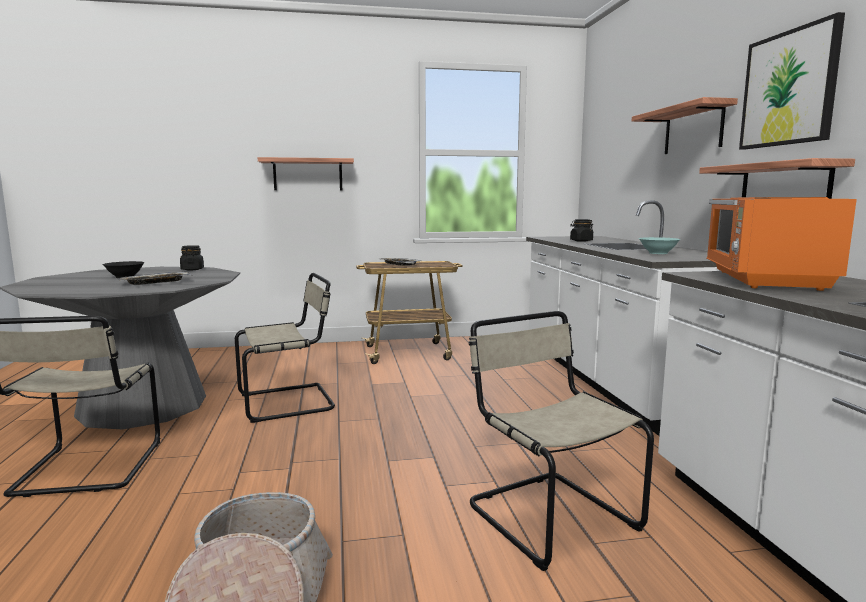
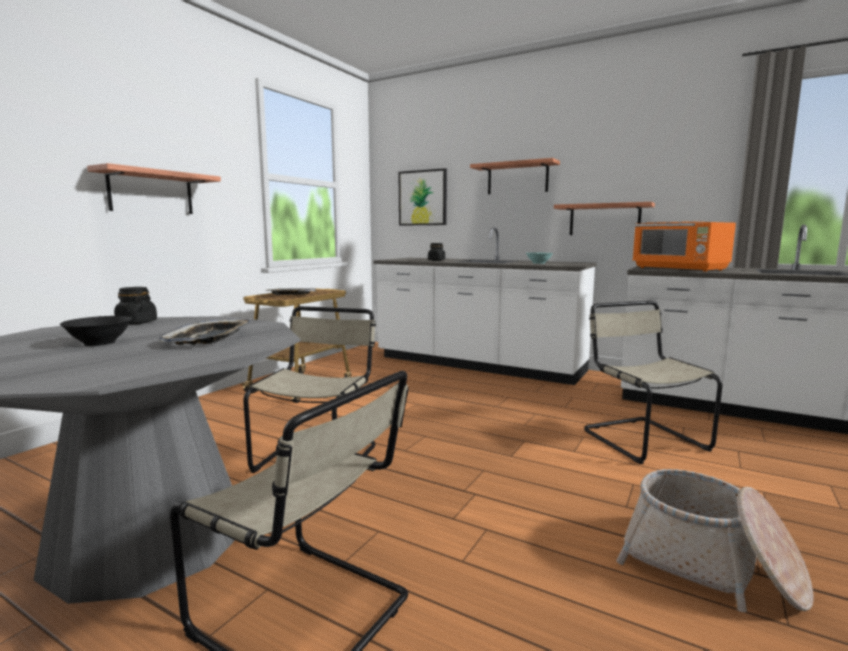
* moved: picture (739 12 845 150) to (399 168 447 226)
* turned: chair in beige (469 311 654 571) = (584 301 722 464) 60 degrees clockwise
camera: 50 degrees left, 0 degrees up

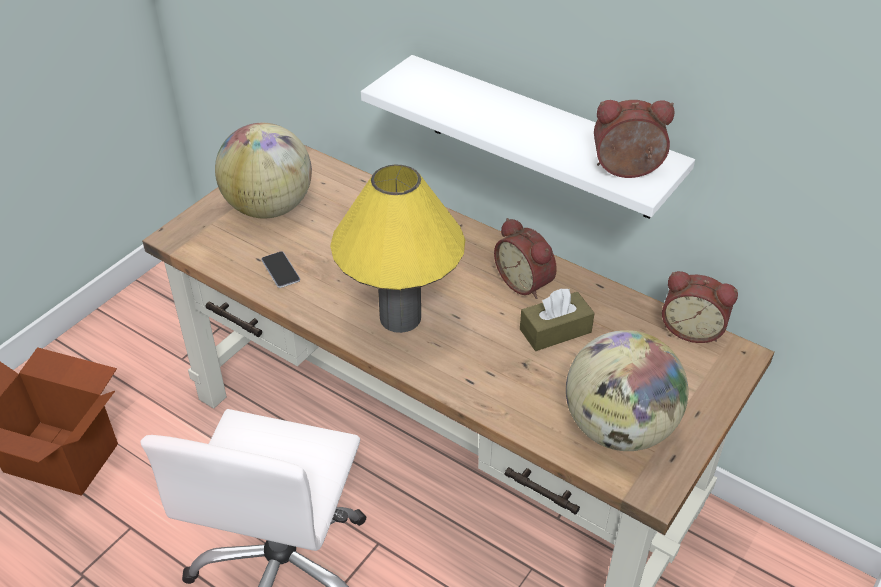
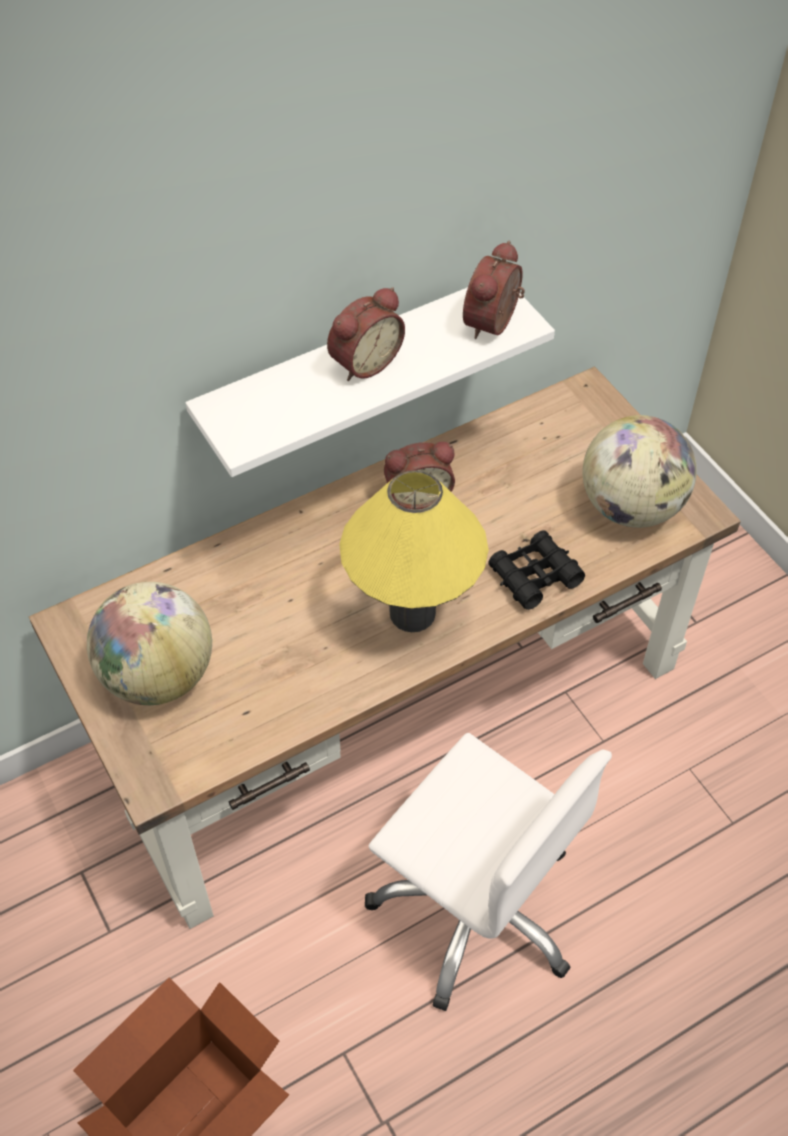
* moved: alarm clock (662 271 738 343) to (327 287 405 381)
* added: binoculars in black (488 530 585 610)
* removed: phone (261 251 300 288)
* removed: tissue box in brown (520 288 595 351)
camera: 65 degrees left, 10 degrees up

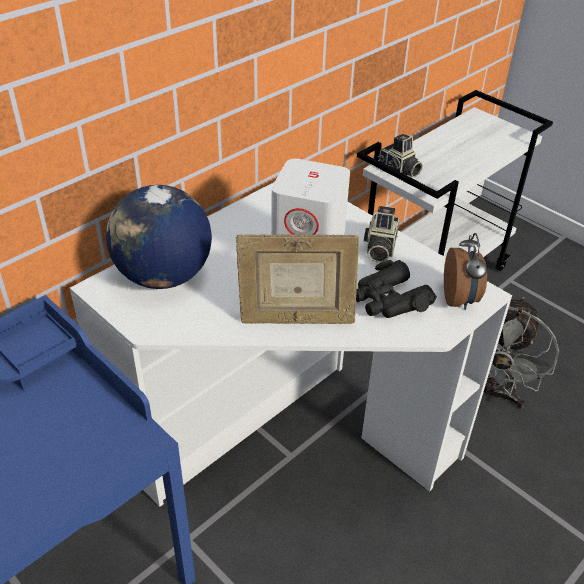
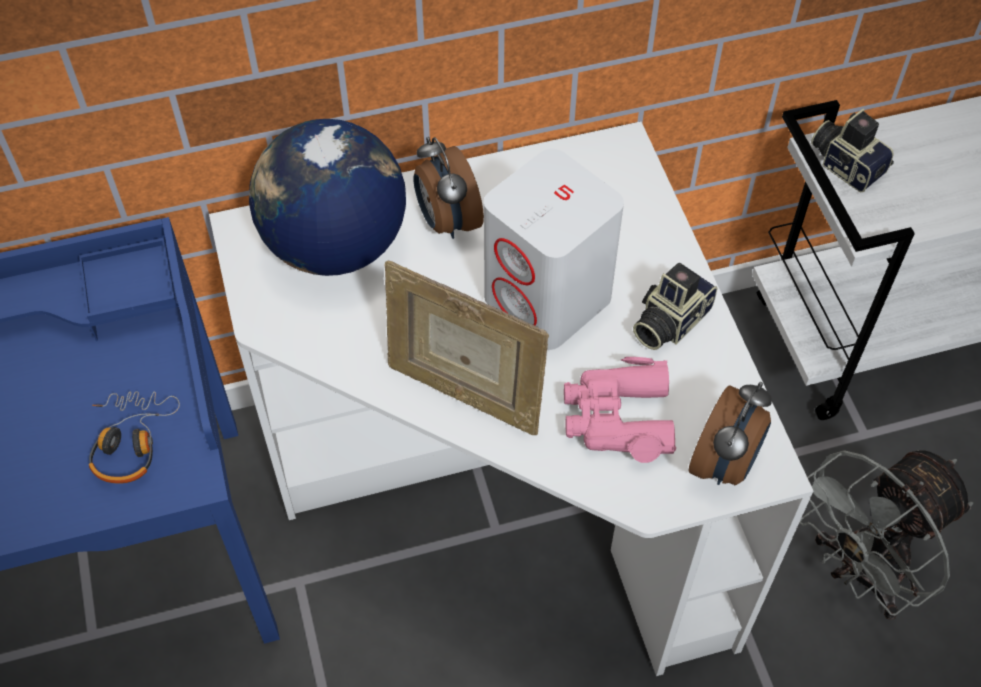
* added: headphones (89 391 180 484)
* added: alarm clock (413 137 484 239)
* recoloured: binoculars in black (356 260 437 318) to binoculars in pink (564 357 676 463)
* turned: photo camera (378 134 423 177) = (811 109 894 192) 150 degrees clockwise
camera: 30 degrees right, 15 degrees up

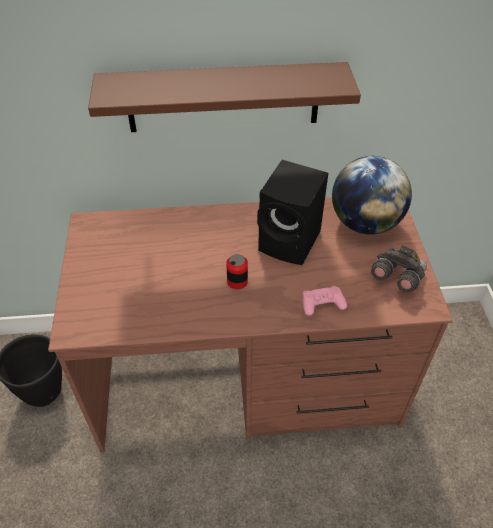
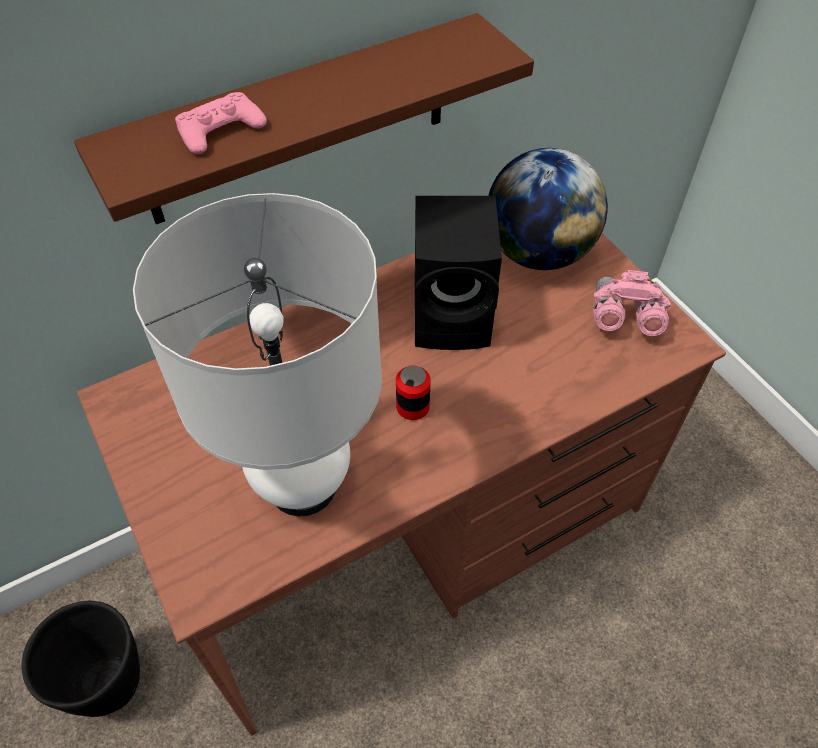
* added: table lamp in white (133 193 382 517)
* moved: game controller in pink (303 286 347 316) to (175 92 267 154)
* recoloured: binoculars in grey (371 245 427 293) to binoculars in pink (593 270 671 336)
camera: 25 degrees left, 5 degrees up

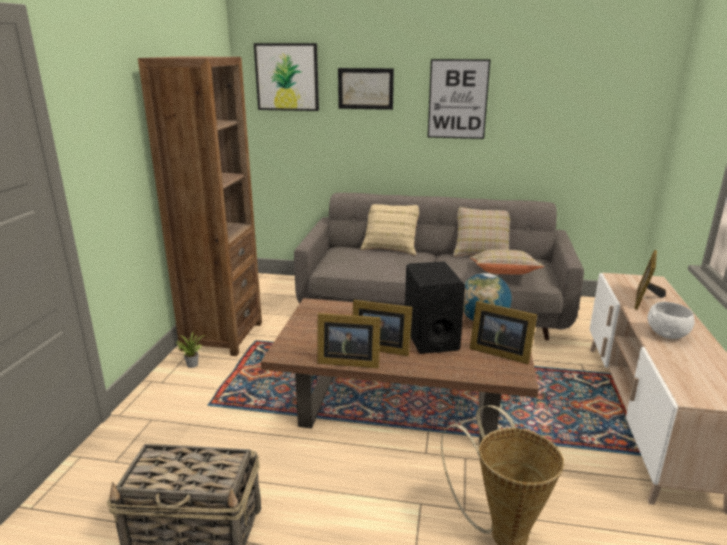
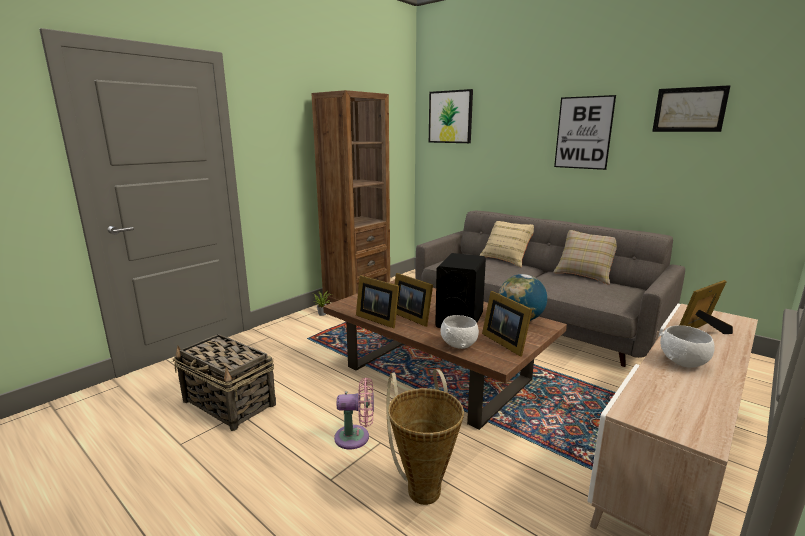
* added: fan in pink (334 378 374 450)
* added: bowl in white (441 315 479 349)
* moved: picture (338 68 394 110) to (652 85 731 132)
* removed: pillow in beige (470 249 545 275)
camera: 30 degrees right, 5 degrees down

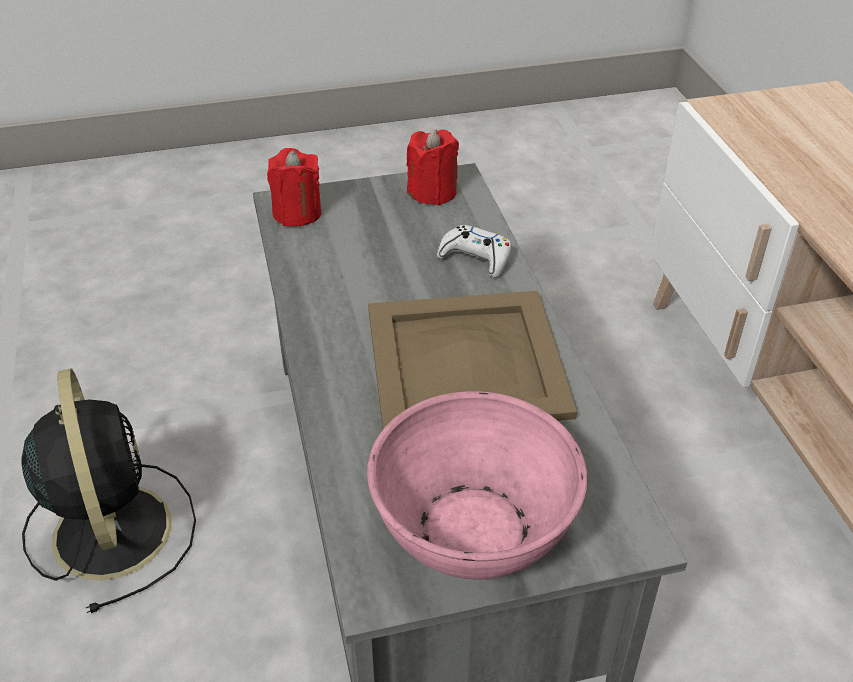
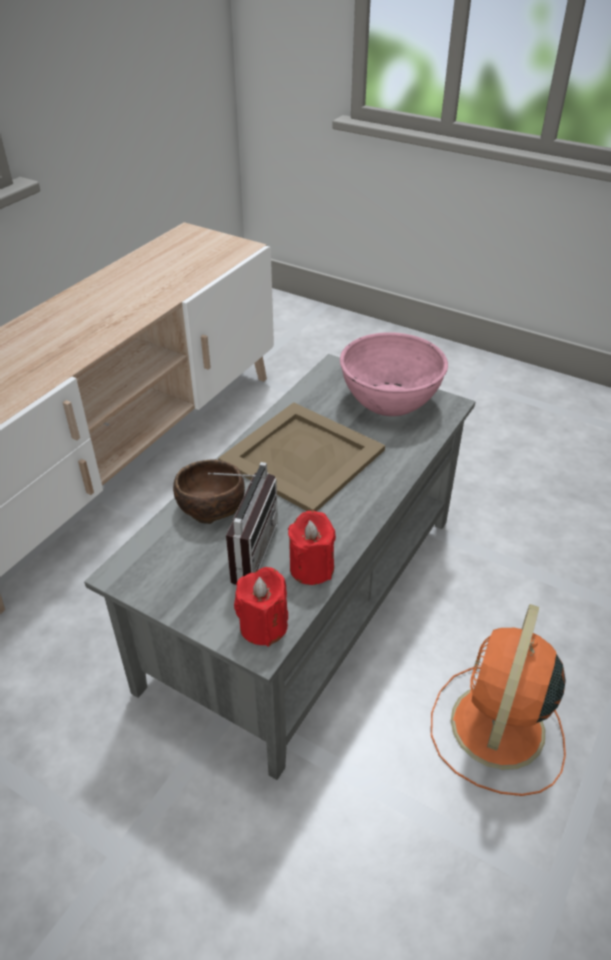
* replaced: game controller in white (437 225 511 278) to bowl in brown (173 460 245 524)
* added: radio (208 462 278 585)
* moved: candle in red (406 129 459 205) to (288 511 336 585)
* recoloured: fan in black (21 368 196 613) to fan in orange (431 604 566 796)
camera: 135 degrees left, 0 degrees up

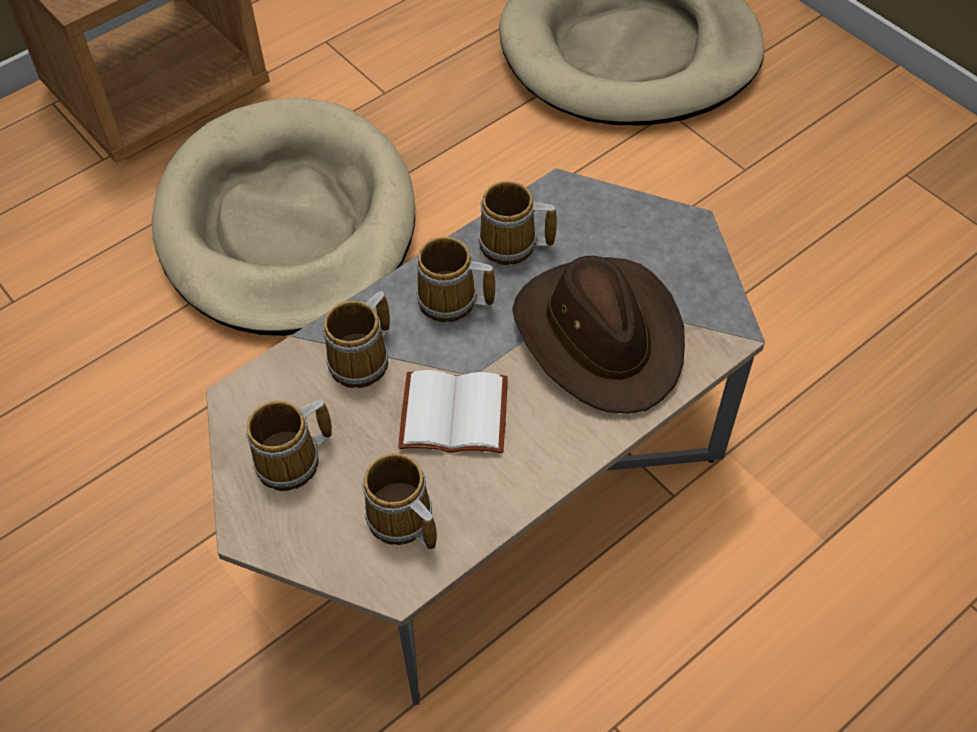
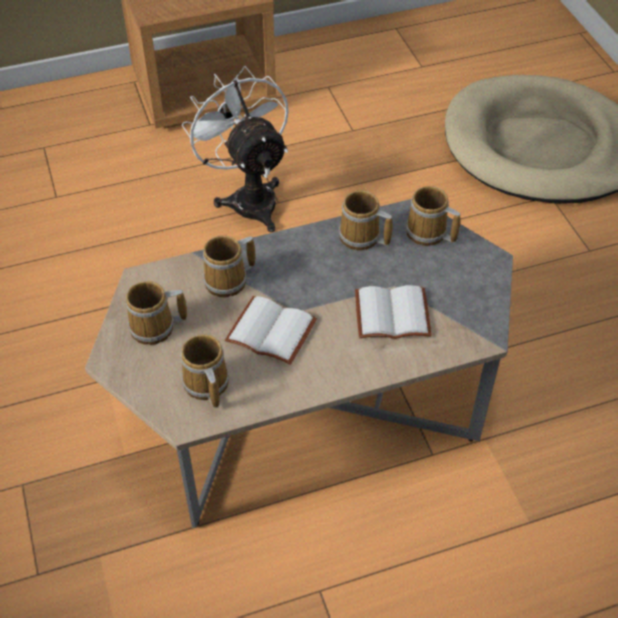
* replaced: dog bed in beige (152 97 415 336) to fan in white (182 66 289 232)
* replaced: hat in brown (512 256 685 414) to book in white (355 285 432 339)
* moved: mug (416 237 495 322) to (406 186 460 246)
camera: 20 degrees right, 5 degrees down

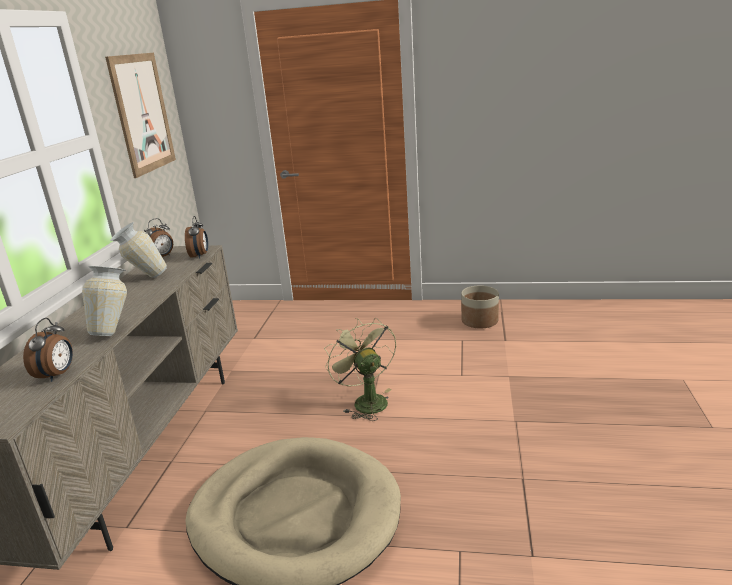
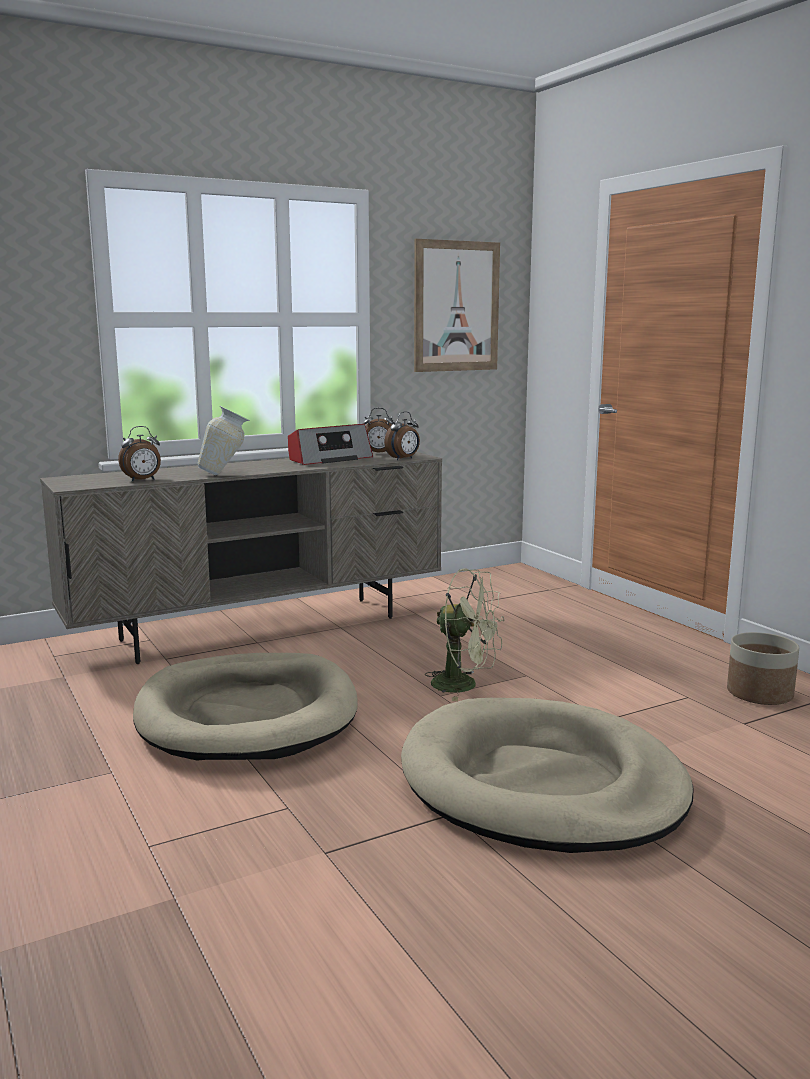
* replaced: vase (110 222 167 278) to radio (288 424 373 465)
* added: dog bed in beige (401 698 694 853)
* turned: fan in green (324 317 396 421) = (425 569 504 701) 90 degrees clockwise
camera: 50 degrees right, 10 degrees down

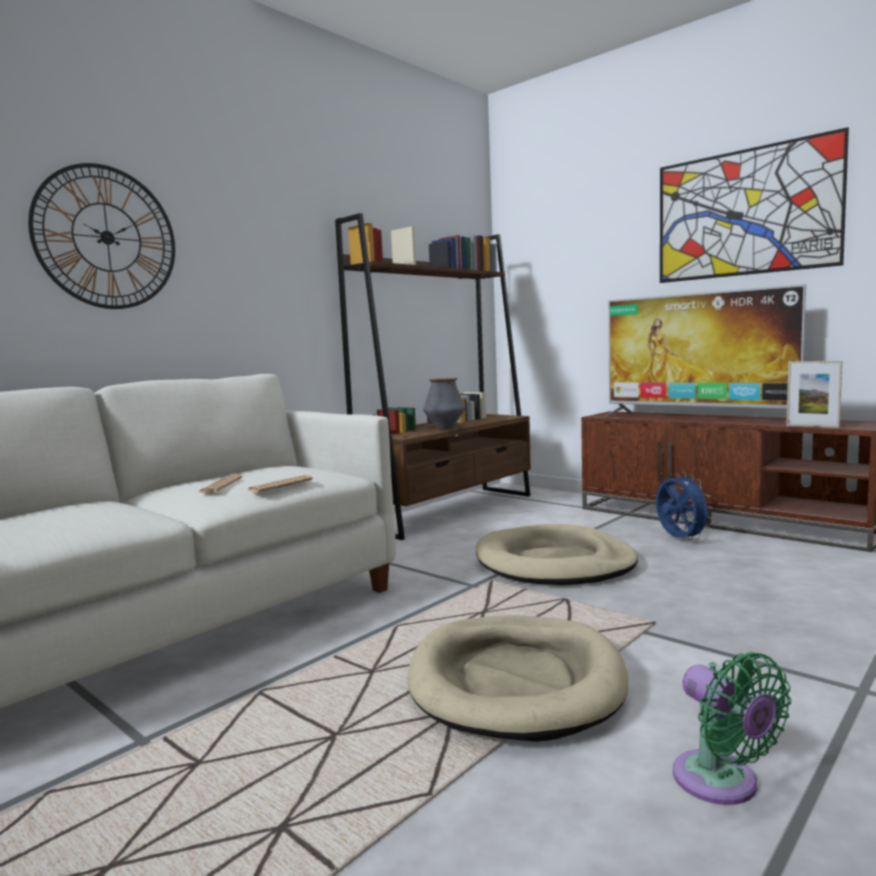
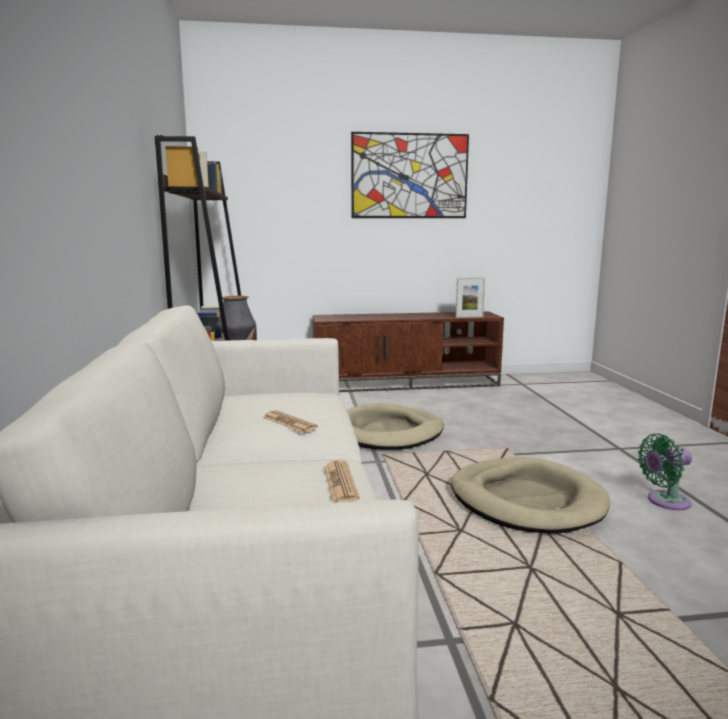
* moved: newspaper (248 475 313 492) to (324 460 360 502)
* turned: fan in green (673 652 791 805) = (638 434 692 510) 150 degrees clockwise
* removed: wall clock (28 163 175 309)
* removed: television (603 284 806 417)
* removed: fan in blue (656 472 713 540)
camera: 50 degrees left, 5 degrees up

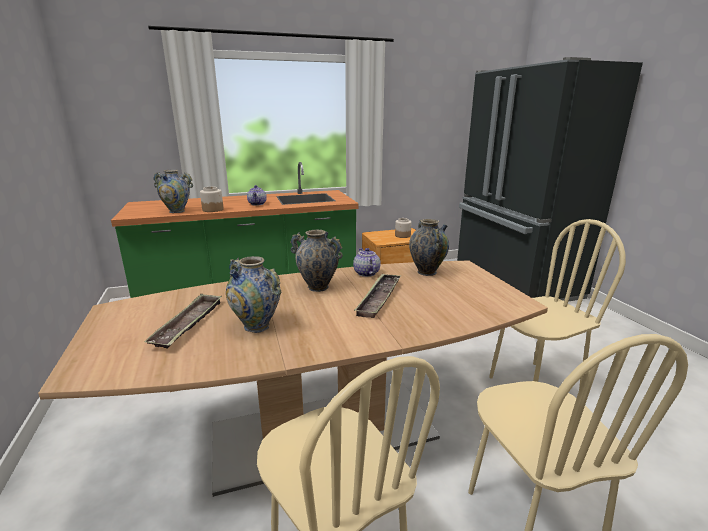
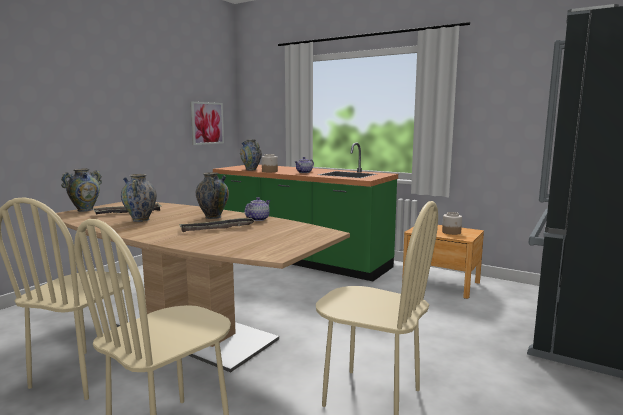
* moved: vase (409 219 449 276) to (61 169 102 212)
* added: picture (191 102 224 145)
camera: 50 degrees right, 10 degrees down

